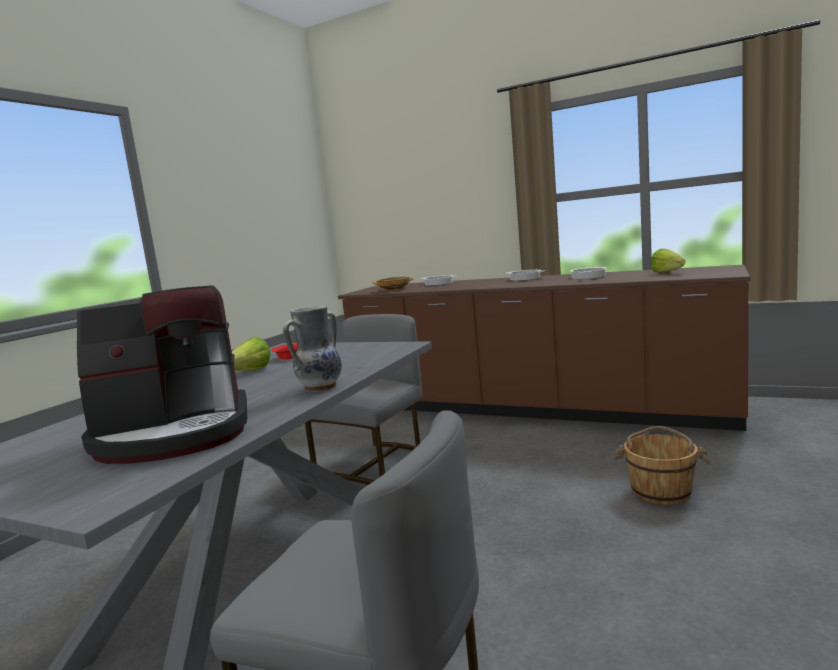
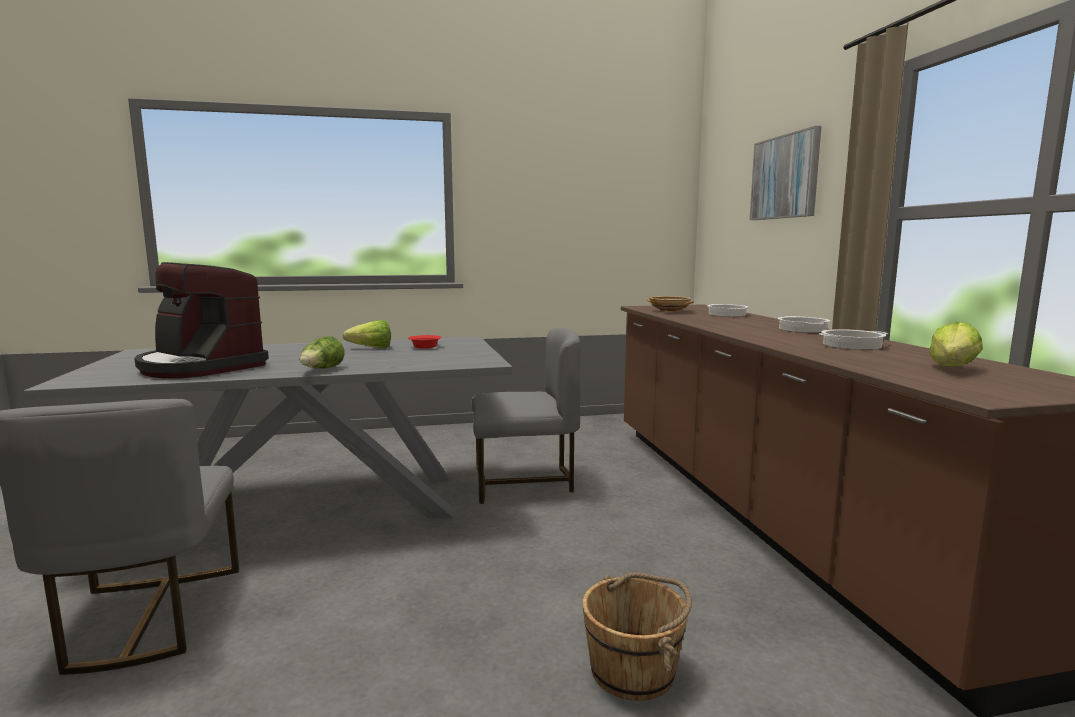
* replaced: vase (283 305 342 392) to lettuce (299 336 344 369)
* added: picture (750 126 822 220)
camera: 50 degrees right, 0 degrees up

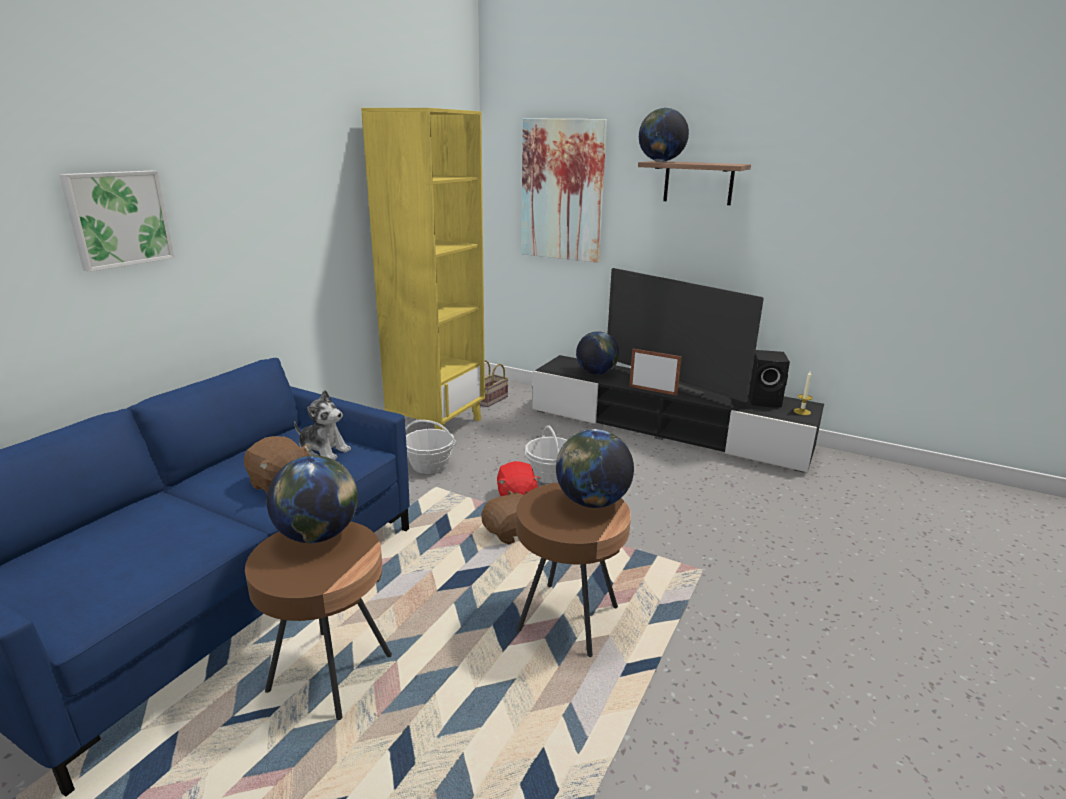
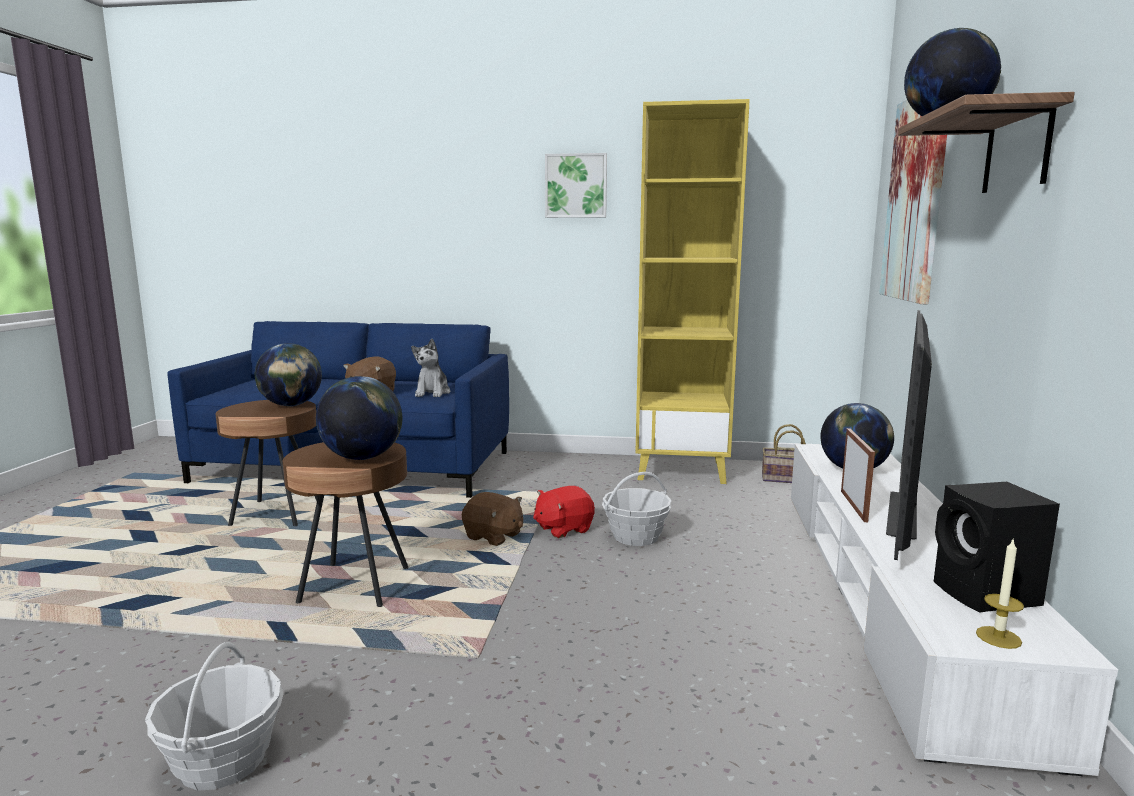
* moved: basket (405 420 457 474) to (145 642 284 791)
* moved: picture (59 171 175 272) to (545 153 607 218)
* recoloured: tv stand in black (533 355 824 473) to tv stand in white (791 444 1118 776)
camera: 70 degrees right, 10 degrees down

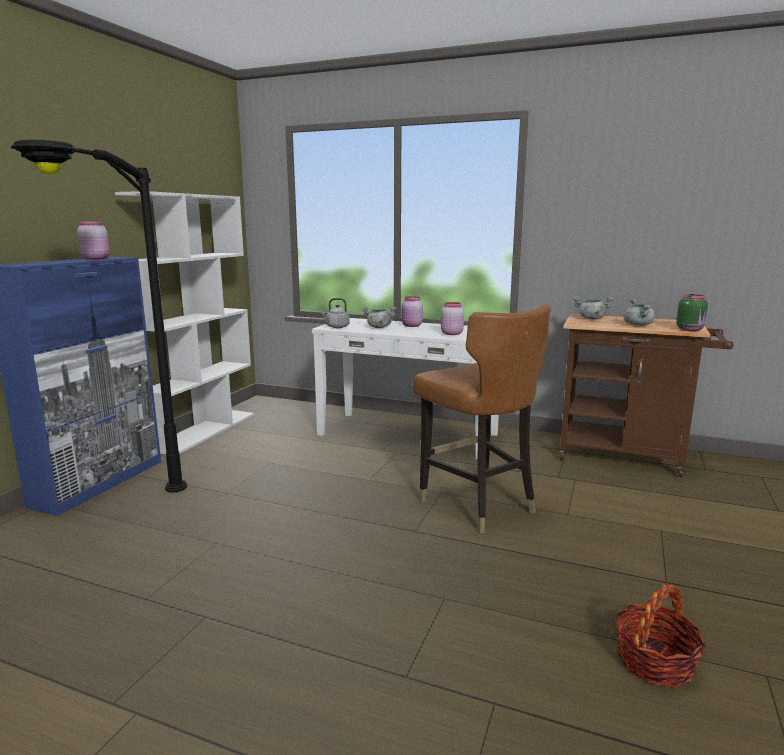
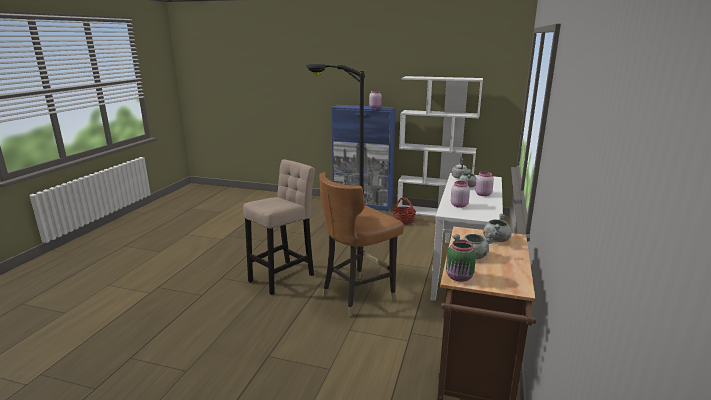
* added: stool in beige (243 159 315 295)
* moved: basket (616 584 706 688) to (393 198 416 225)
camera: 85 degrees right, 5 degrees up

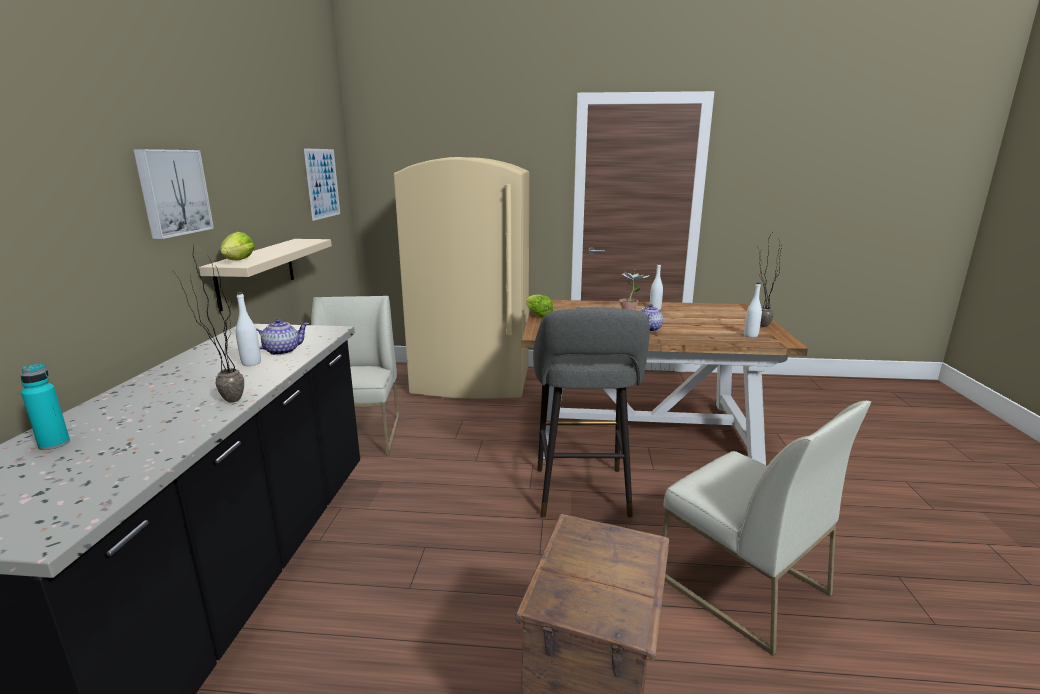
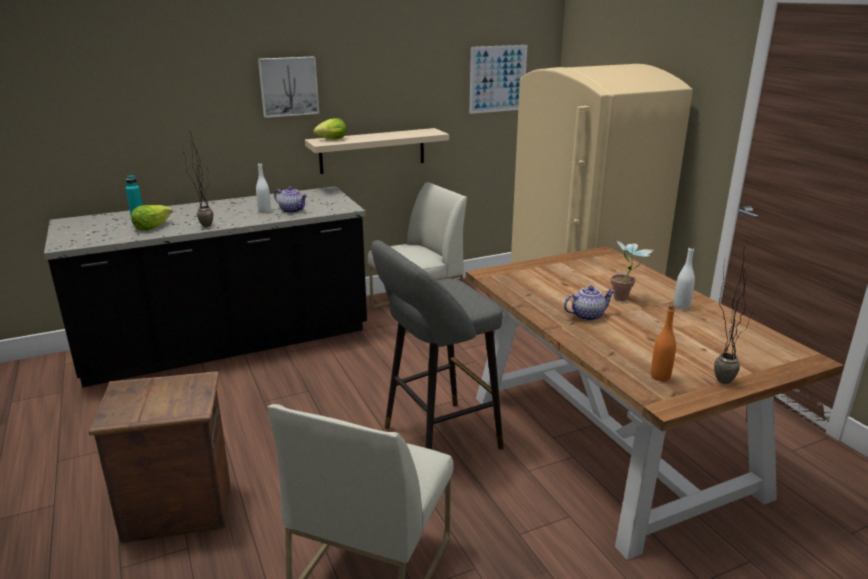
* moved: lettuce (526 294 553 317) to (131 205 173 231)
* recoloured: bottle in white (744 283 762 337) to bottle in orange (651 306 676 381)
camera: 60 degrees right, 5 degrees up

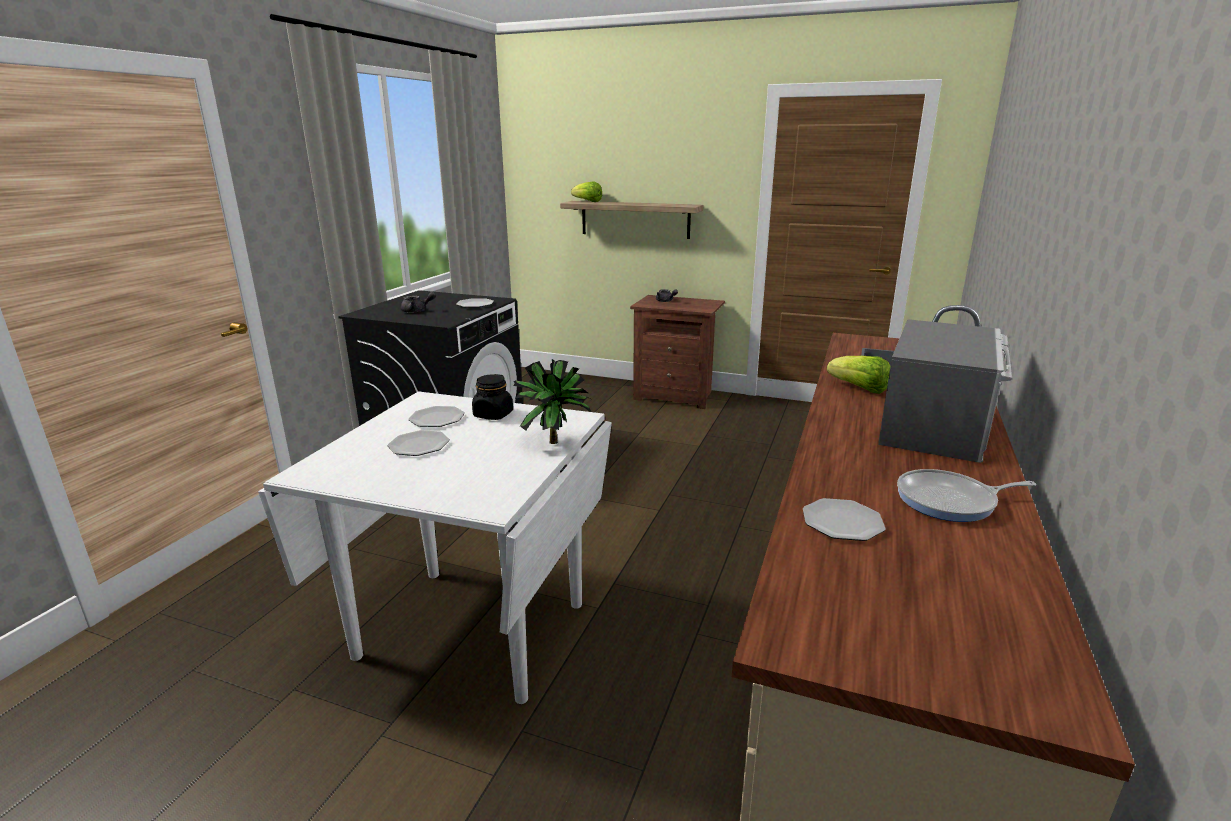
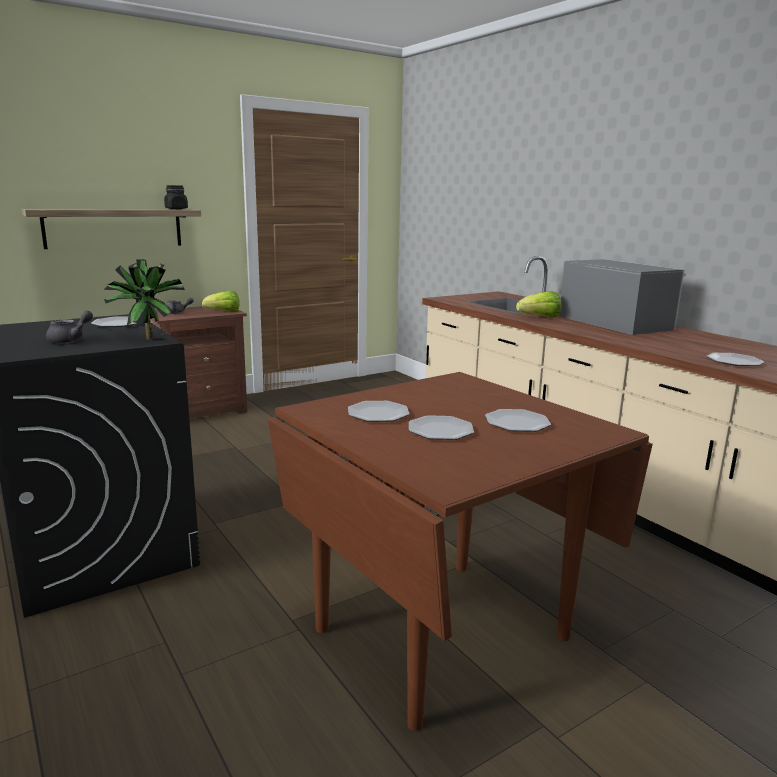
* moved: potted plant (514 359 591 444) to (104 259 185 340)
* moved: jar in black (472 374 513 420) to (164 185 188 209)
* moved: lettuce (571 181 602 202) to (202 291 240 312)
* recoloured: dining table in white (258 392 612 704) to dining table in brown (267 372 653 731)
* added: plate (485 409 551 432)
* removed: frying pan (897 469 1036 522)
camera: 55 degrees left, 5 degrees down

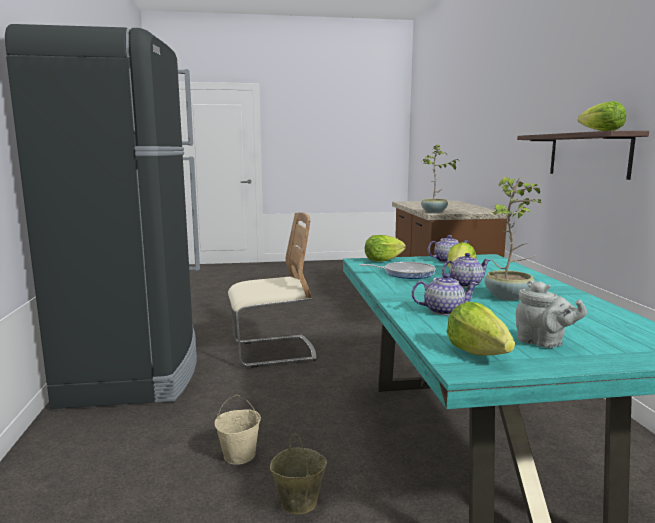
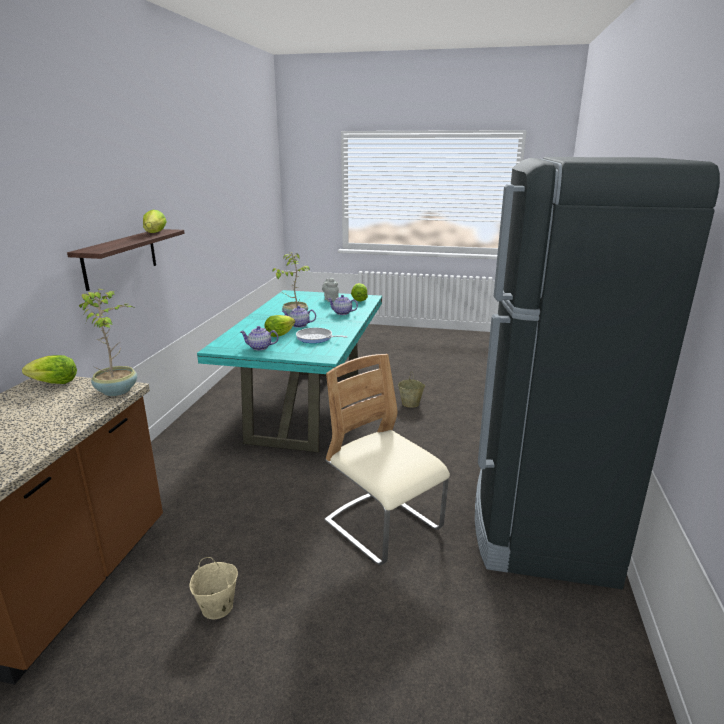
* moved: lettuce (365 235 406 262) to (22 355 77 384)
* moved: bucket in beige (215 395 261 465) to (190 557 238 619)
* turned: chair in beige (228 212 317 368) = (324 354 450 565) 45 degrees clockwise
camera: 160 degrees left, 10 degrees up

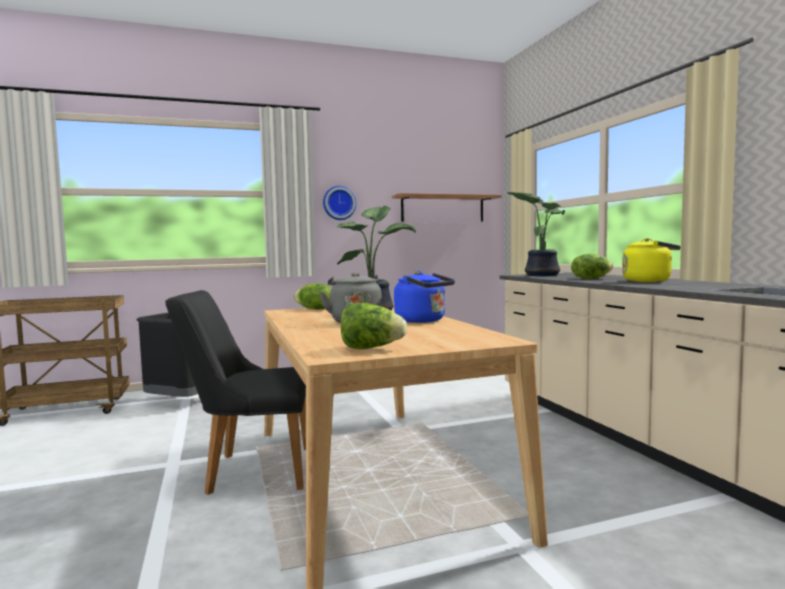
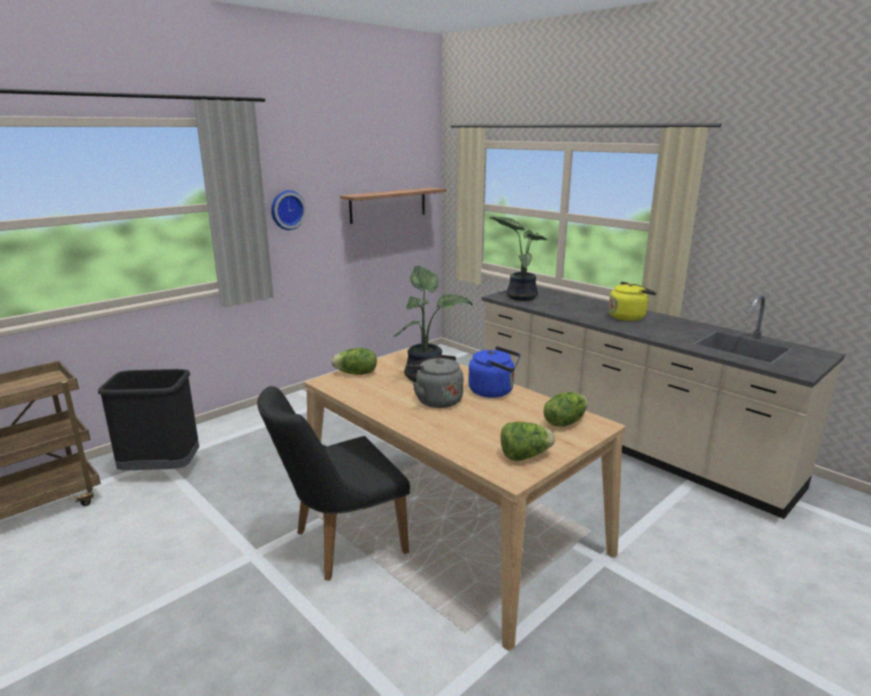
* moved: lettuce (571 254 613 279) to (543 392 588 427)
camera: 25 degrees left, 15 degrees up

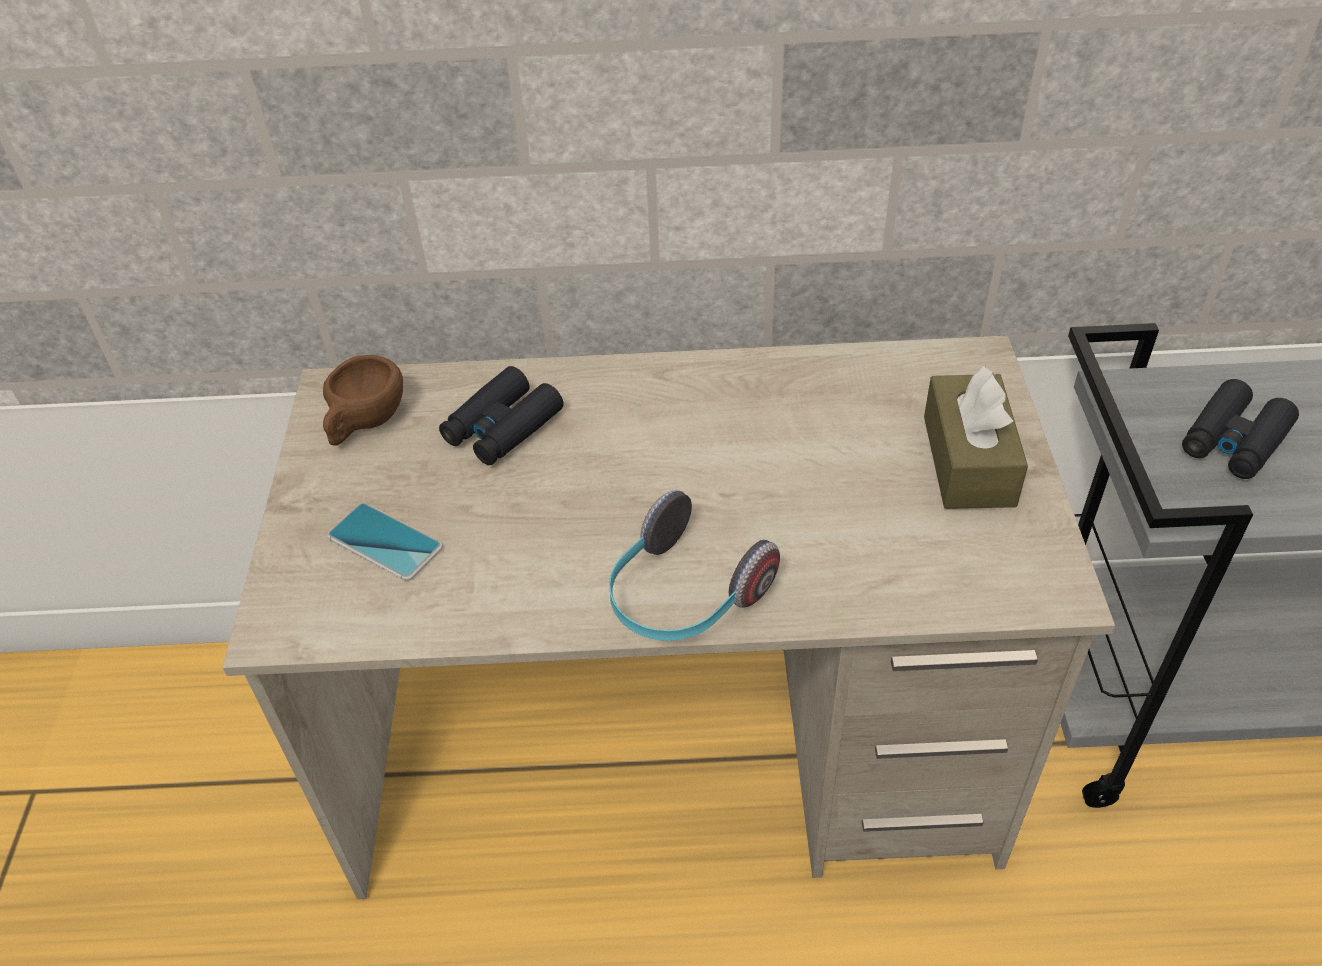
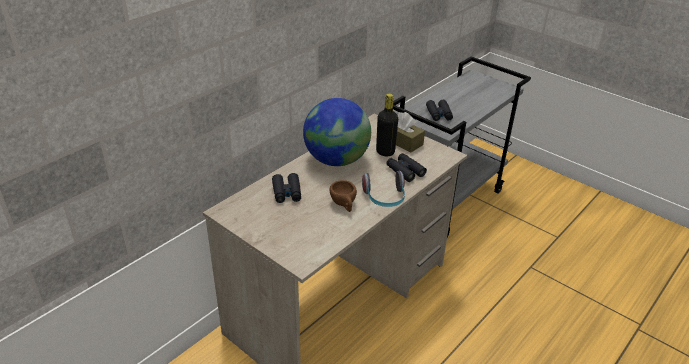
* added: globe (303 98 371 166)
* moved: cup in brown (323 355 403 446) to (329 180 357 212)
* added: bottle in black (376 93 398 156)
* added: binoculars in black (386 153 427 182)
* removed: phone (327 503 443 581)
camera: 50 degrees left, 10 degrees down

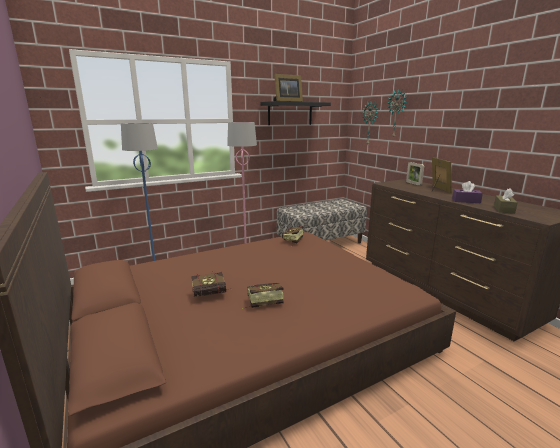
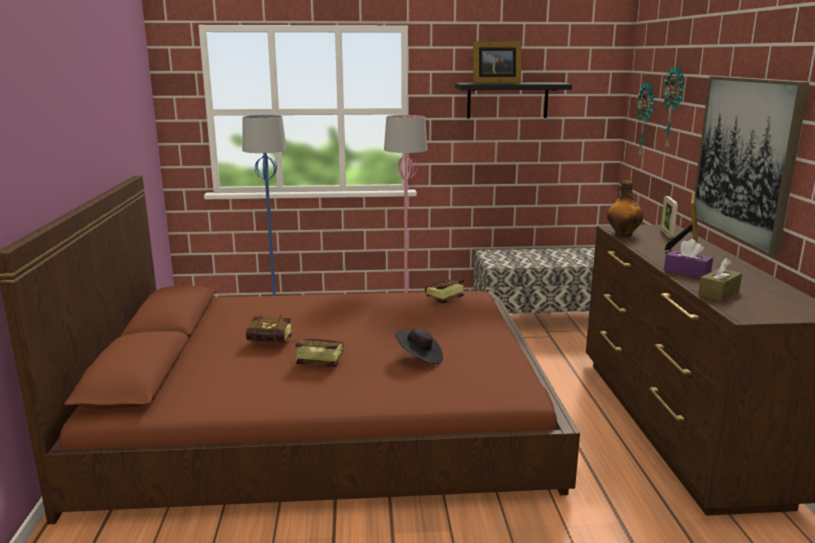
* added: hat in black (395 328 443 364)
* added: bottle (607 180 643 236)
* added: picture (691 76 809 256)
camera: 25 degrees right, 0 degrees up

